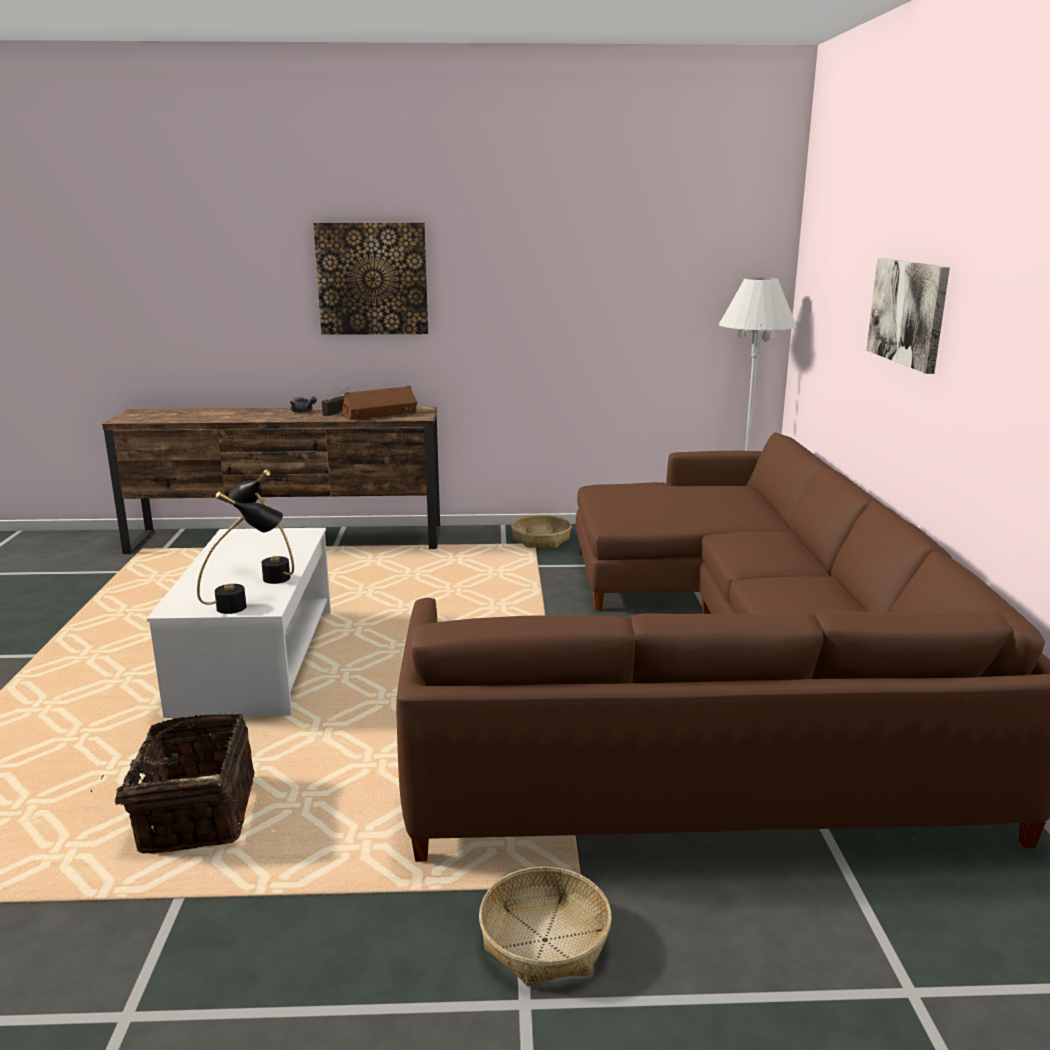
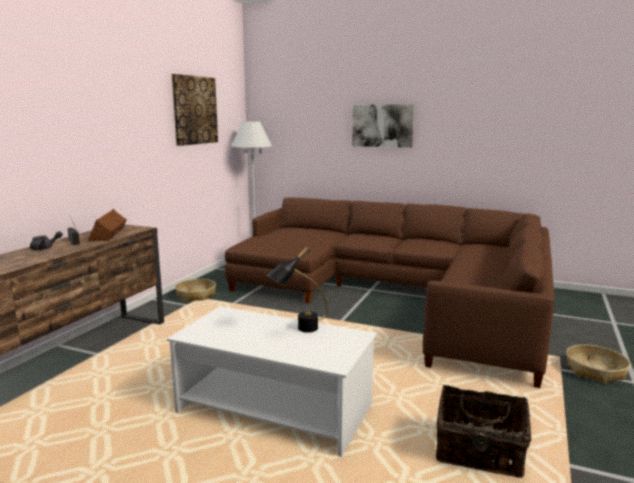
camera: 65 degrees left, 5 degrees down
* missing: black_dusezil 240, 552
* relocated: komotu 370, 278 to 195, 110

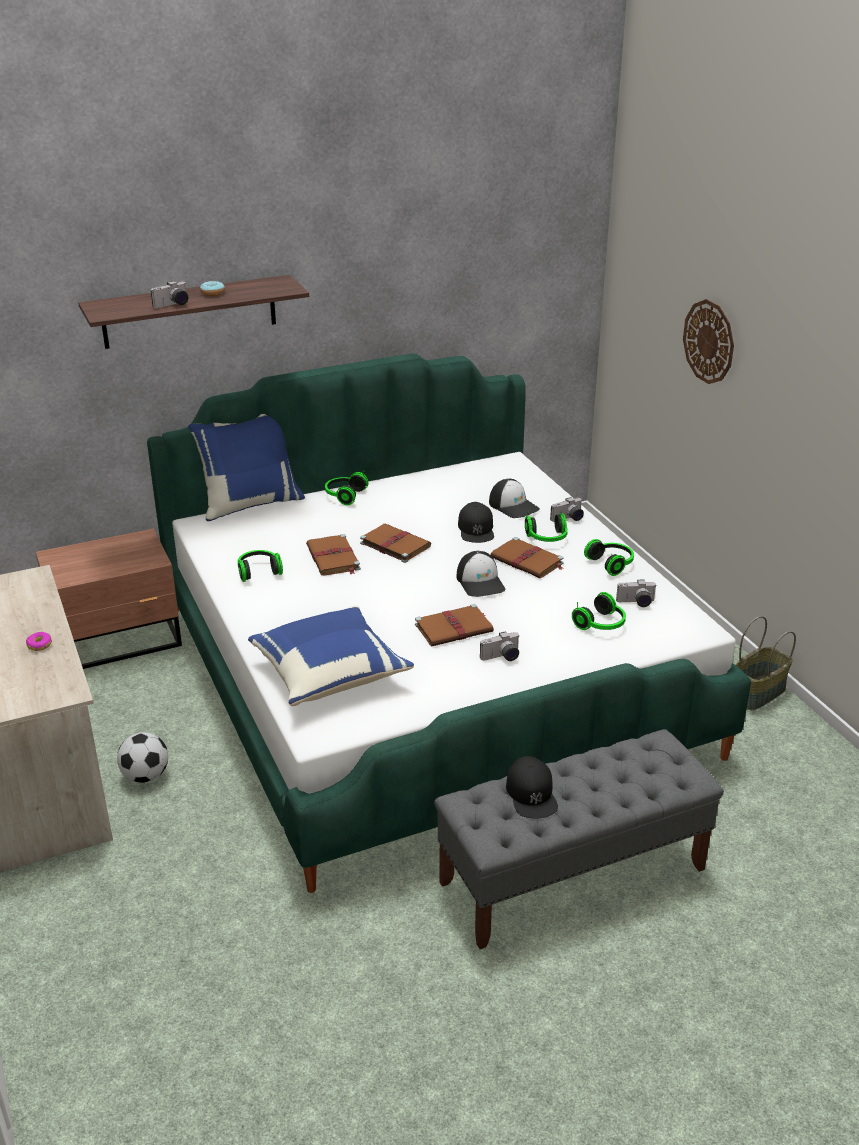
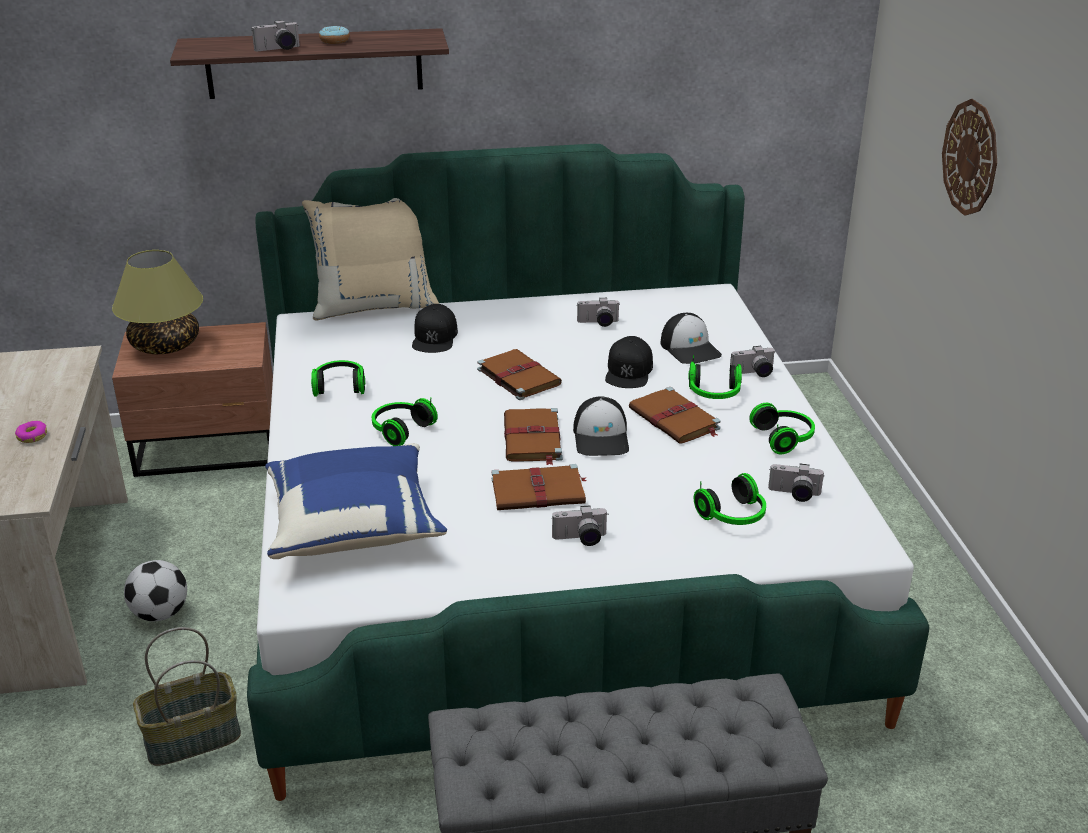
camera: 15 degrees right, 0 degrees up
* colour: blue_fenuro 246, 467 to beige_fenuro 370, 259
* relocated: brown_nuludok 333, 554 to 533, 436
* relocated: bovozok 347, 488 to 405, 422
* relocated: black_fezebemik 532, 787 to 435, 328
* relocated: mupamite 766, 663 to 187, 696
* appeared: dusezil 157, 302
* appeared: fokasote 598, 312

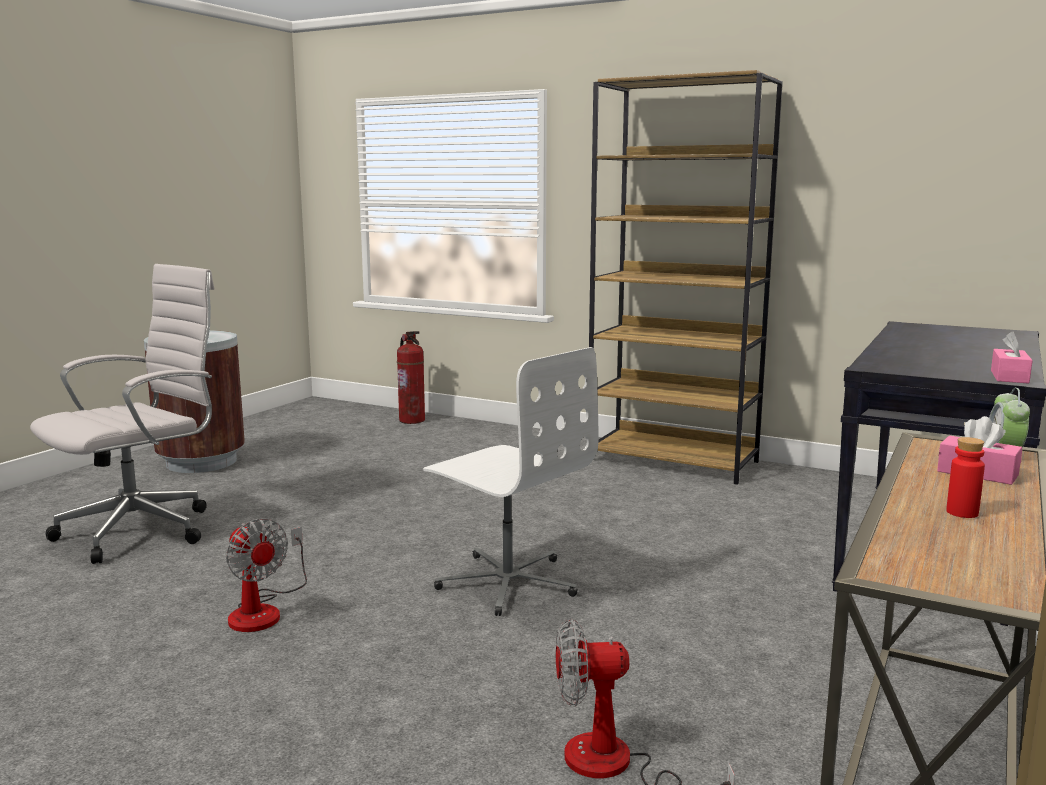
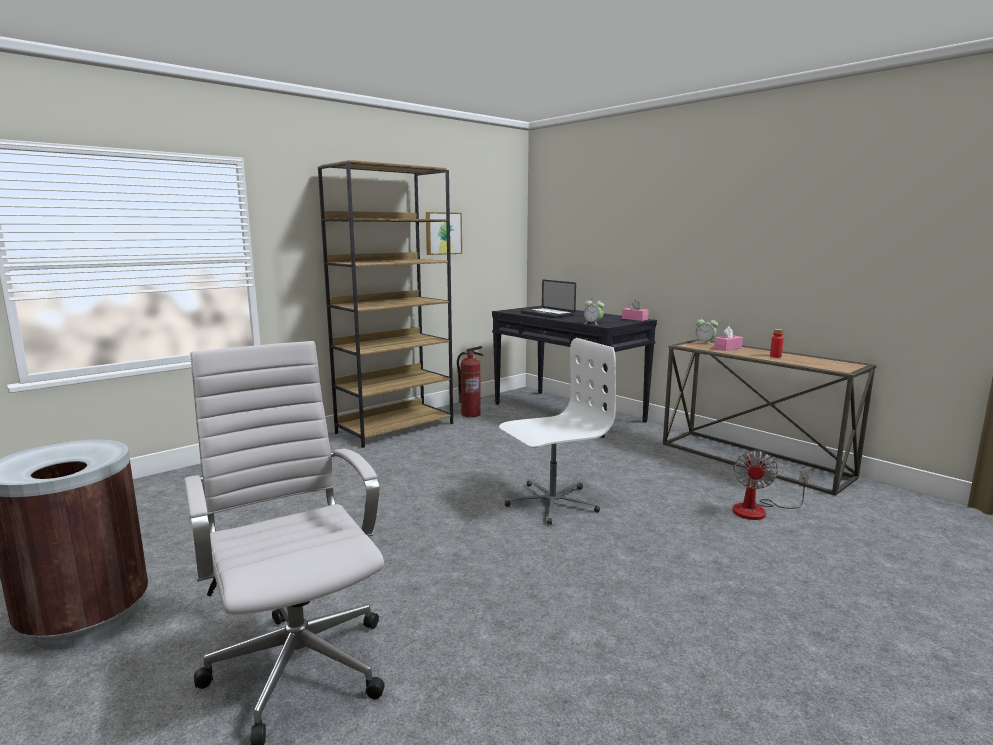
camera: 70 degrees left, 0 degrees up
* missing: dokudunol 266, 575
* relocated: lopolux 411, 377 to 470, 381
* appeared: komotu 444, 233
* appeared: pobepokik 548, 298
* appeared: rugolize 593, 311

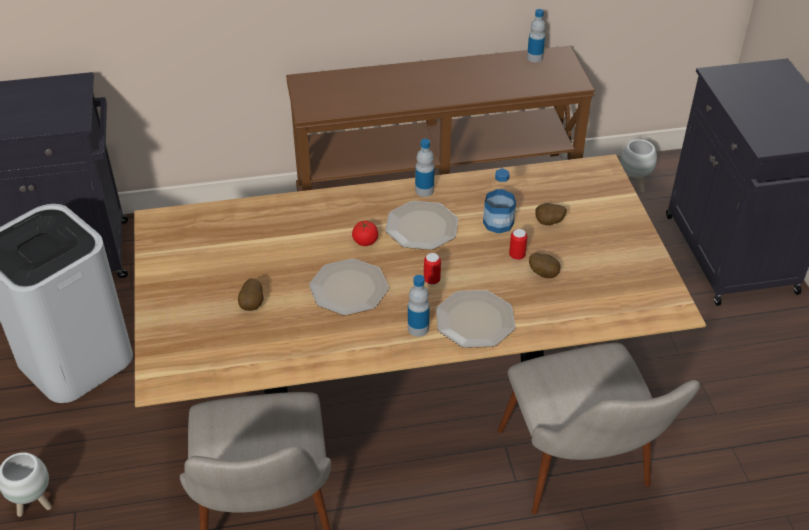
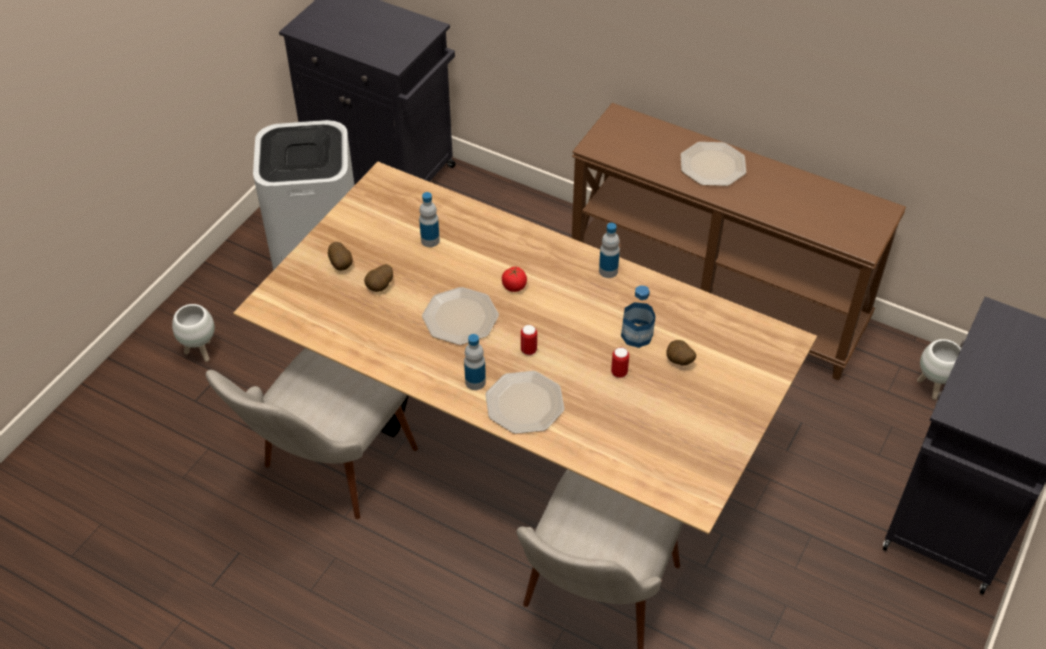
camera: 40 degrees right, 5 degrees up
* relocated: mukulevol 421, 225 to 713, 164
* relocated: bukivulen 536, 35 to 429, 219
* relocated: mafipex 545, 265 to 340, 256

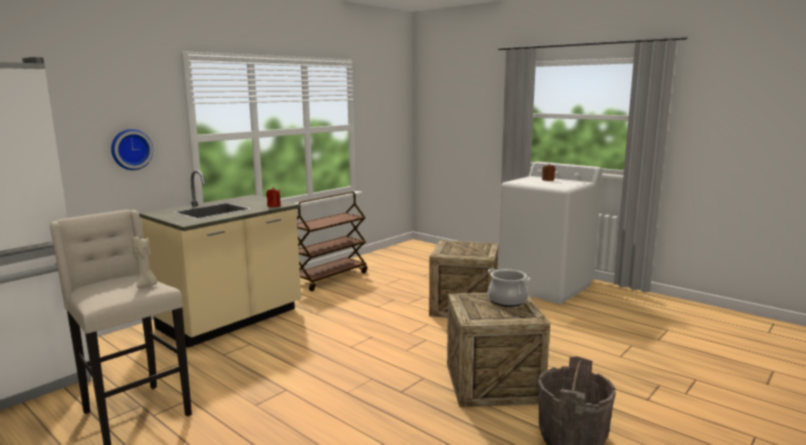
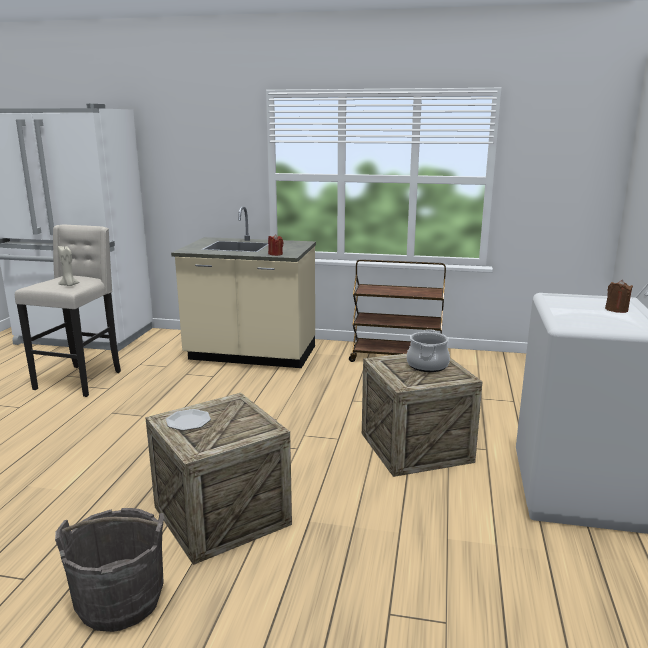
camera: 60 degrees right, 5 degrees up
* missing: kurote 132, 149
* relocated: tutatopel 509, 288 to 428, 350
* appeared: mukulevol 188, 420

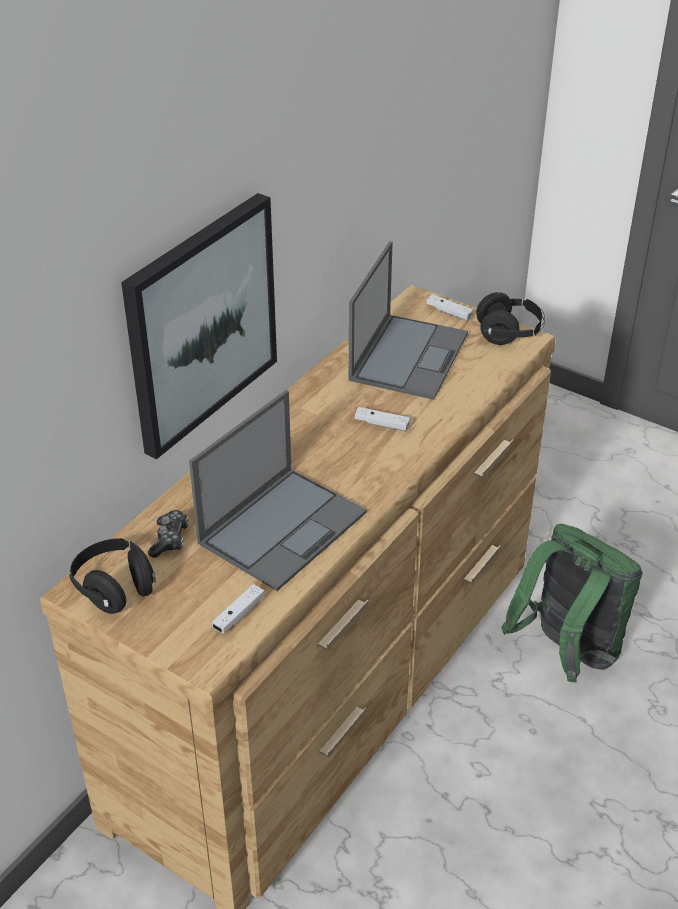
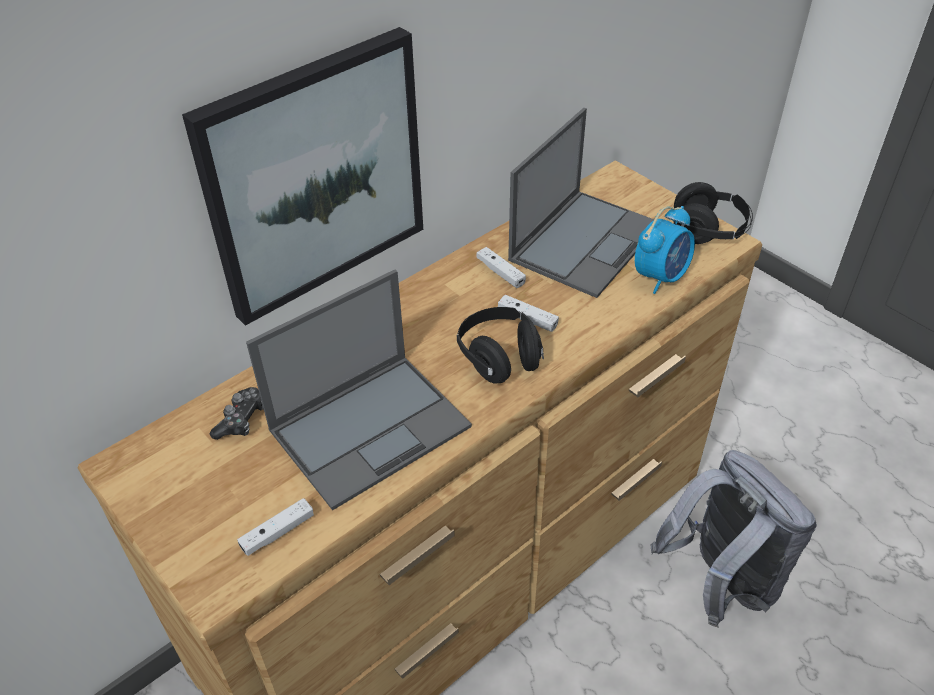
camera: 15 degrees right, 5 degrees up
* relocated: black_bovozok 112, 576 to 500, 345
* relocated: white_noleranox 450, 307 to 501, 267
* colour: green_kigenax 572, 603 to grey_kigenax 733, 538
* appeared: rugolize 665, 250

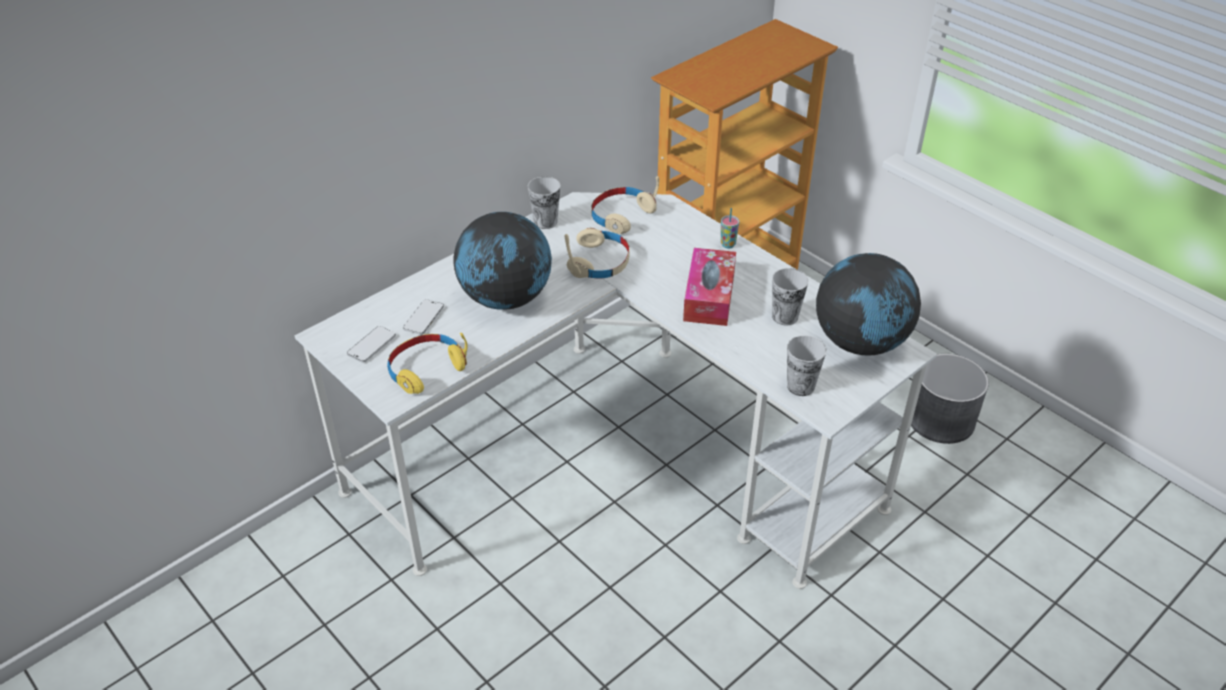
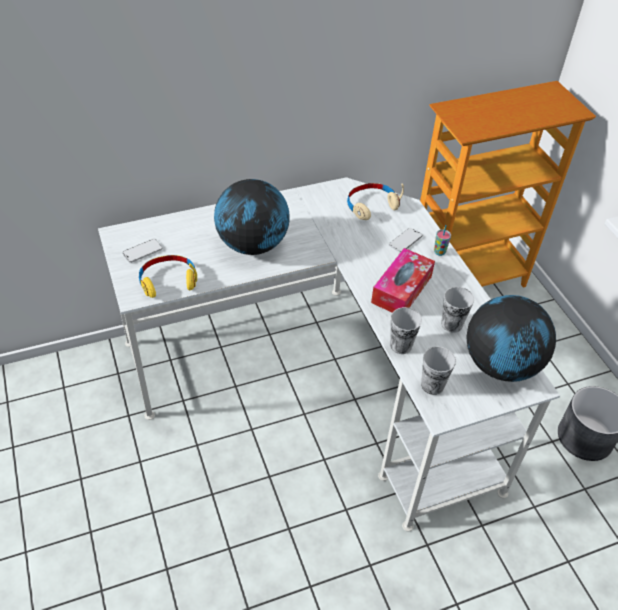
camera: 20 degrees right, 5 degrees up
* relocated: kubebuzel 423, 317 to 405, 240
* relocated: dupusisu 544, 203 to 406, 330
* missing: beige_bovozok 597, 252

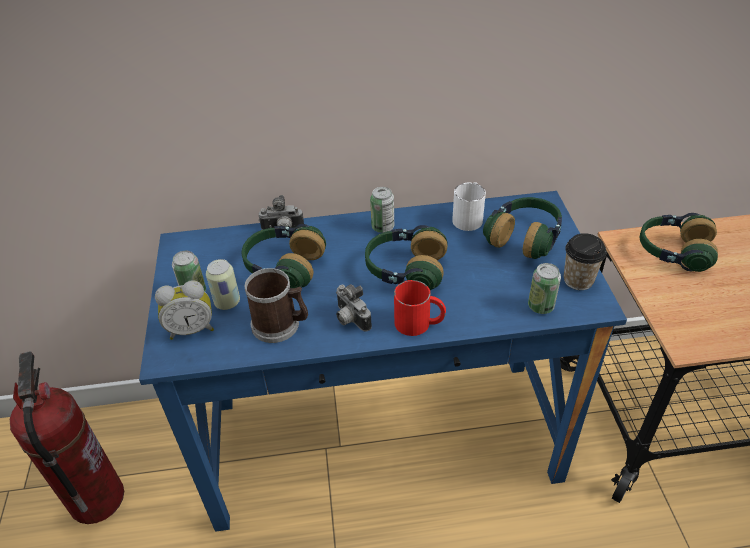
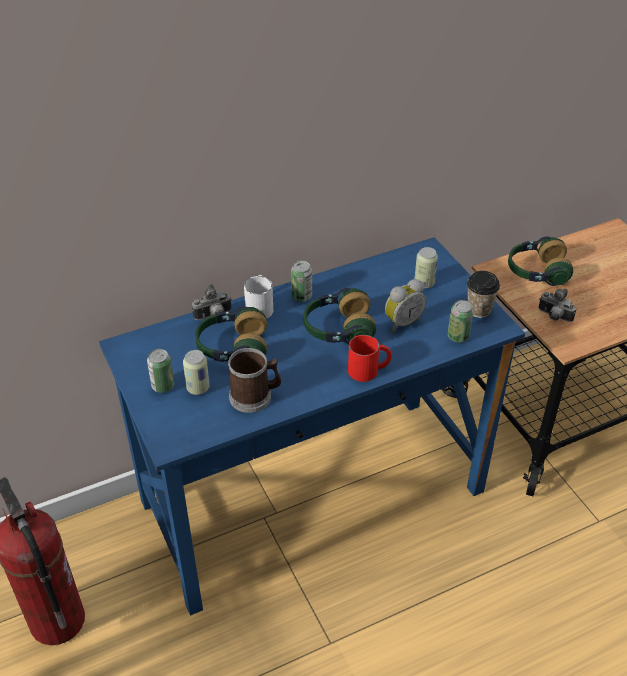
camera: 20 degrees left, 0 degrees up
* relocated: rugolize 184, 310 to 405, 305
* relocated: fokasote 354, 307 to 557, 305
* relocated: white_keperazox 469, 206 to 258, 297
* exchanged: bovozok 522, 228 to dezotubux 426, 267

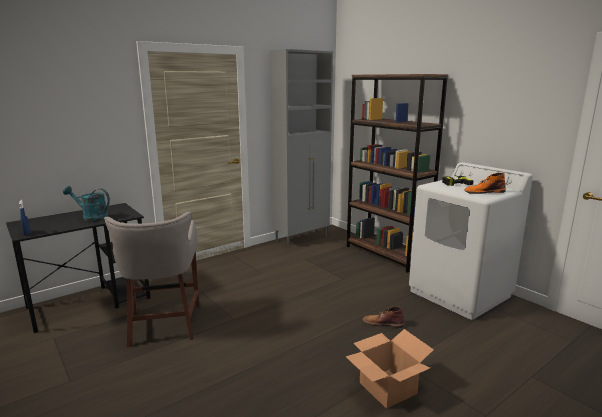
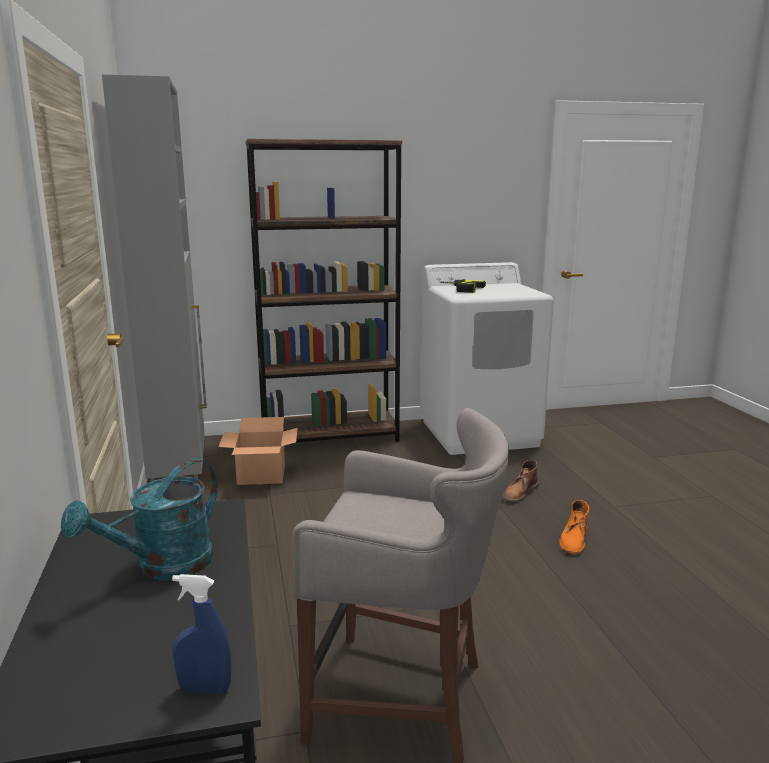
camera: 65 degrees left, 0 degrees up
* relocated: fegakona 390, 369 to 258, 451
* relocated: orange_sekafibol 485, 183 to 574, 527

